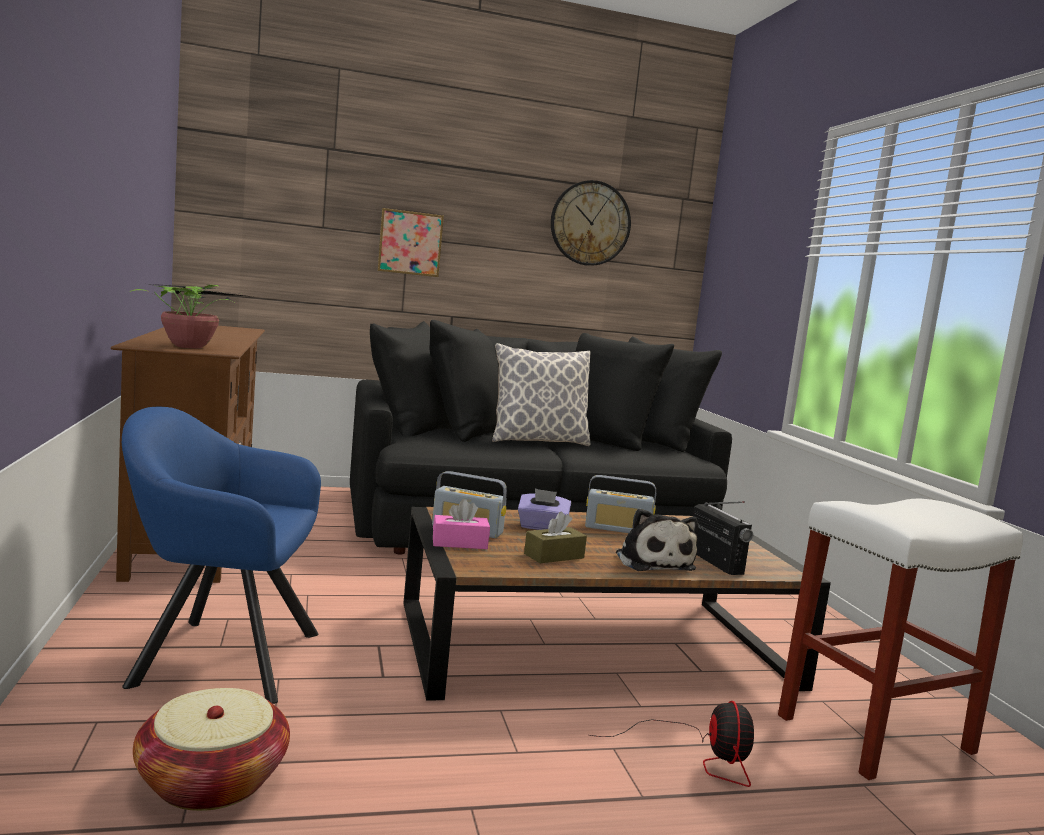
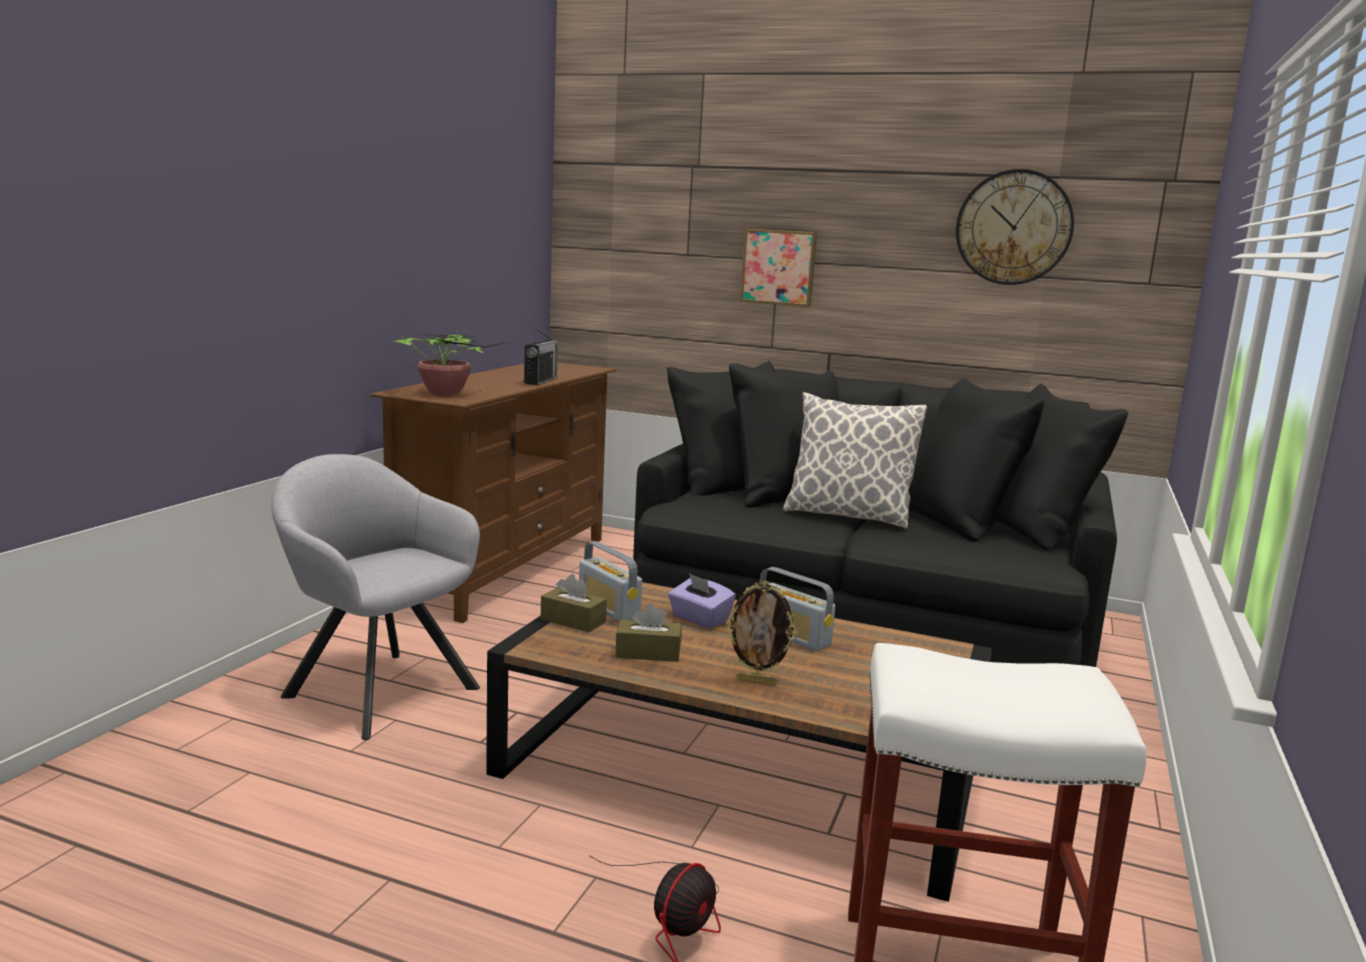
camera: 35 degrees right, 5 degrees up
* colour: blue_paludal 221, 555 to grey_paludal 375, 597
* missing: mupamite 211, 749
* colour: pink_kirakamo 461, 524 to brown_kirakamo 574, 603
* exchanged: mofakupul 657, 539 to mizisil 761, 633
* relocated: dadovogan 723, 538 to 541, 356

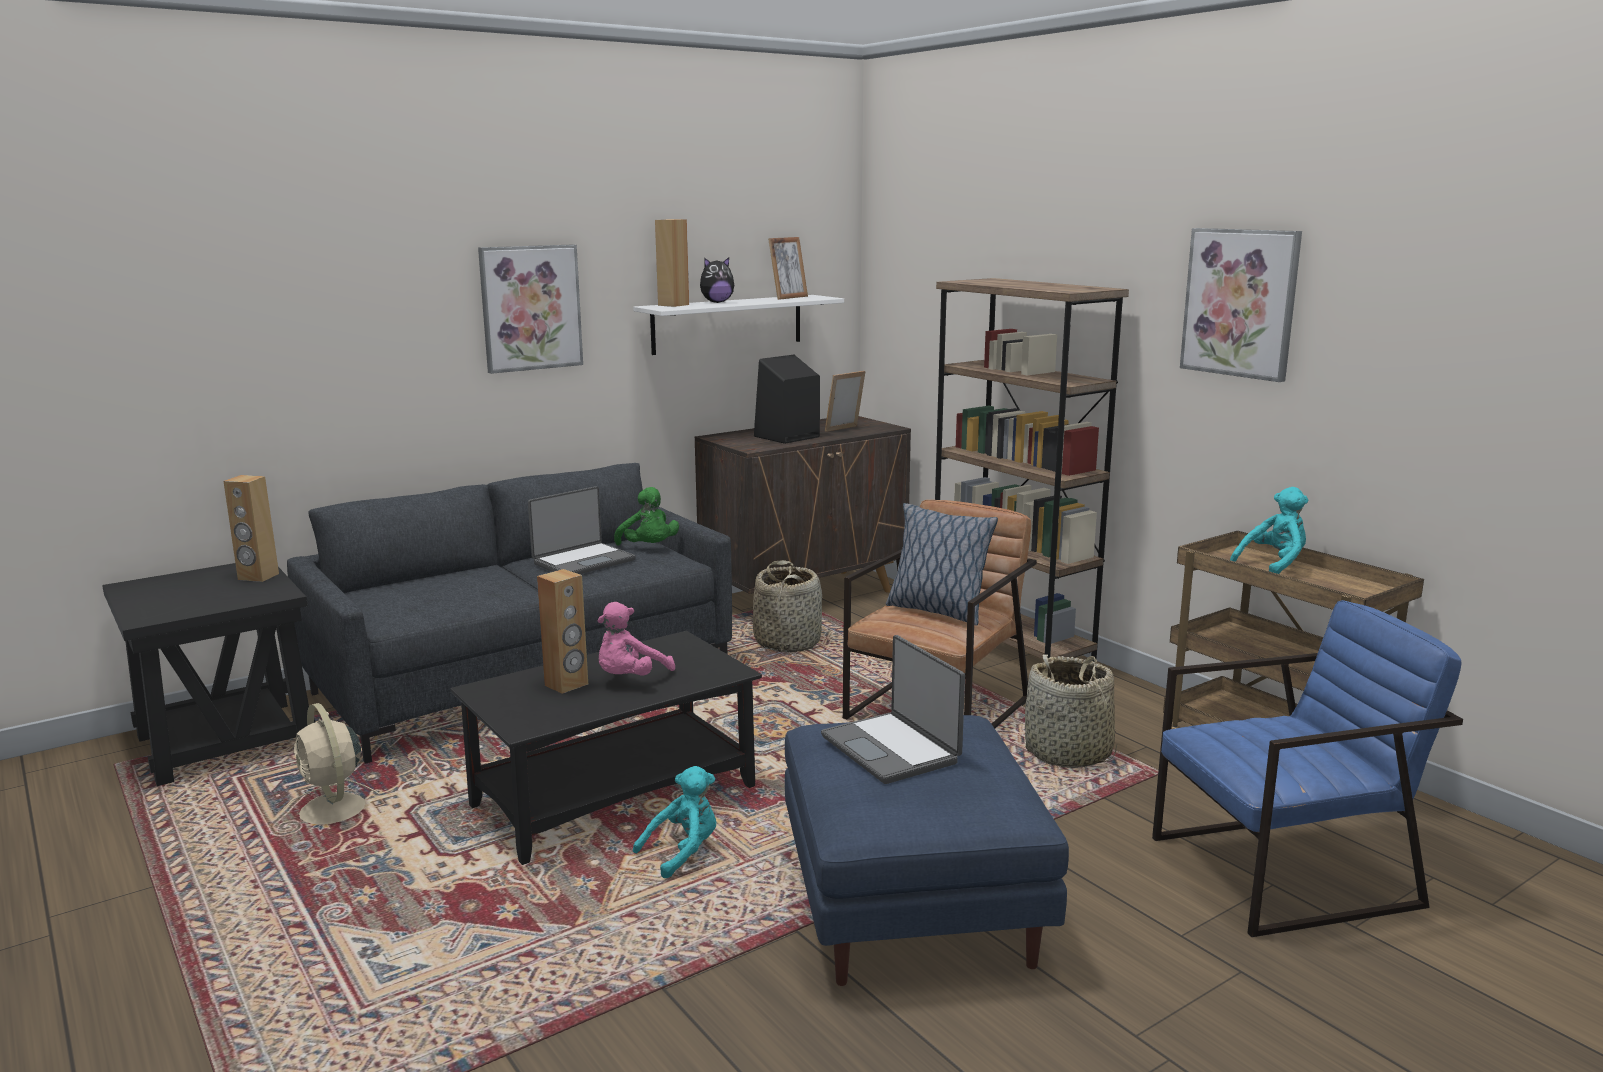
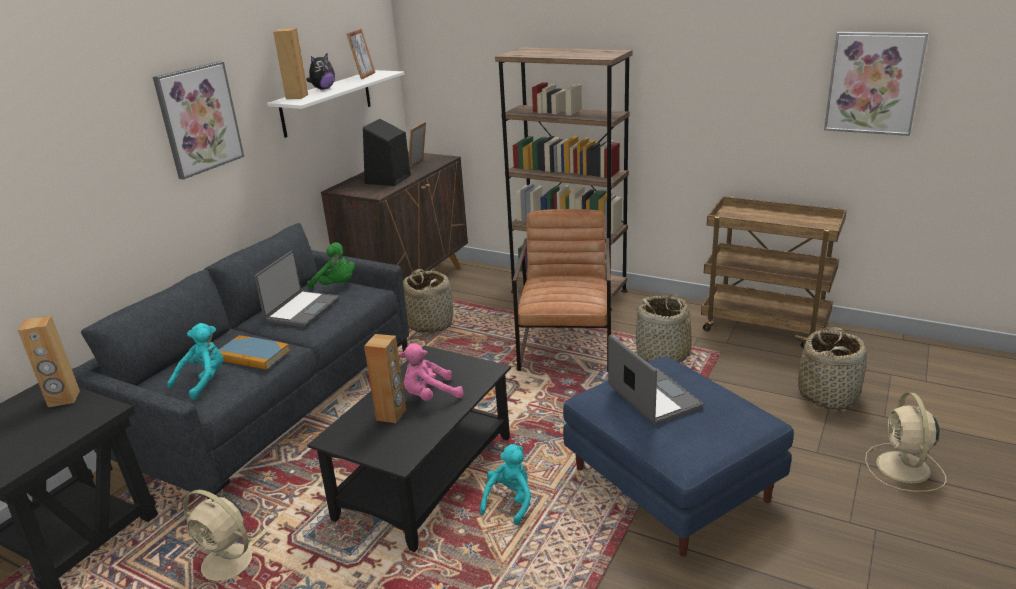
camera: 25 degrees left, 10 degrees up
* spun: pink_mofakupul 636, 639 = 432, 372 60 degrees clockwise
* spun: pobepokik 893, 709 = 655, 380 150 degrees counterclockwise
* missing: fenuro 942, 564
* exchanged: blue_paludal 1307, 768 to mupamite 832, 368
* relocated: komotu 1241, 305 to 876, 84
* relocated: turquoise_mofakupul 1269, 530 to 195, 361
* appeared: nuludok 254, 352
* appeared: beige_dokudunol 905, 442

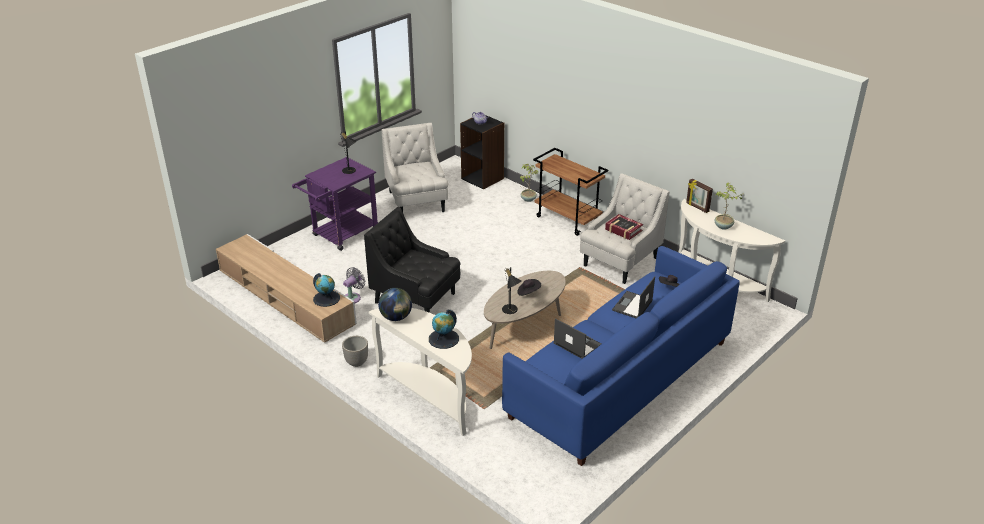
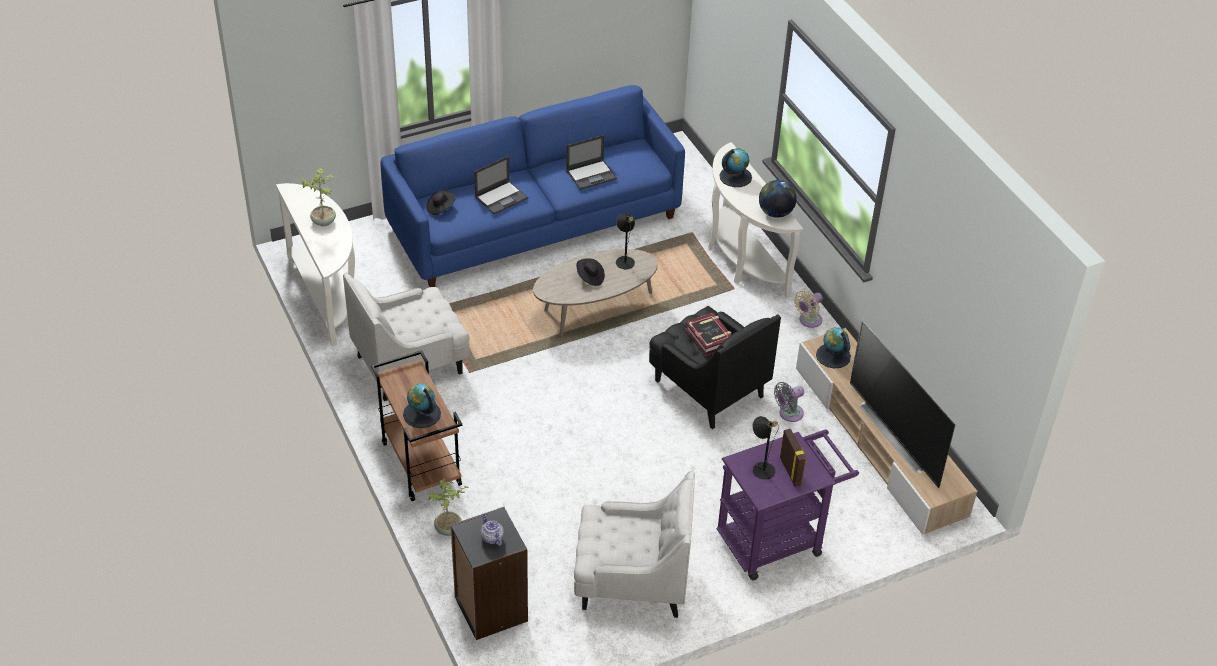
camera: 160 degrees left, 10 degrees up
* exchanged: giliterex 355, 351 to beige_dokudunol 808, 309
* spun: white_paludal 414, 167 = 634, 544 90 degrees counterclockwise
* spun: pobepokik 577, 338 = 591, 162 90 degrees counterclockwise
* relocated: nuludok 624, 227 to 708, 334
* relocated: mizisil 699, 196 to 793, 458
* appeared: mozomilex 422, 405
* appeared: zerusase 902, 404

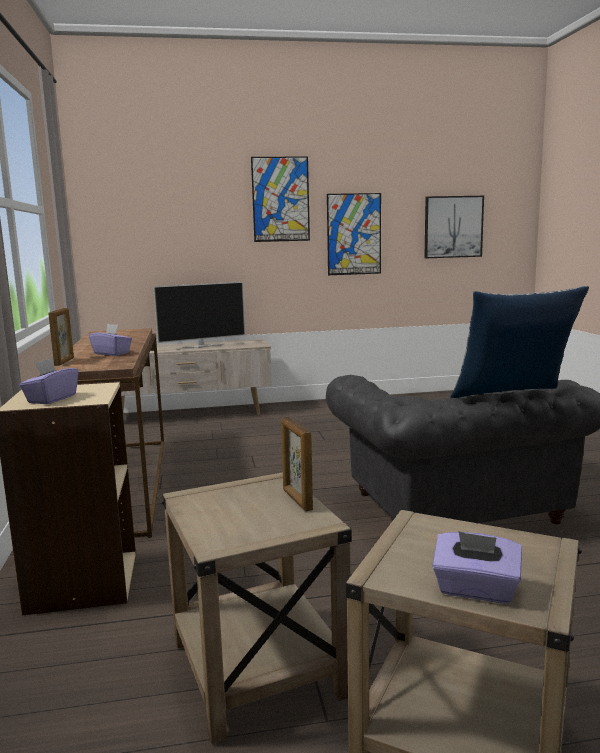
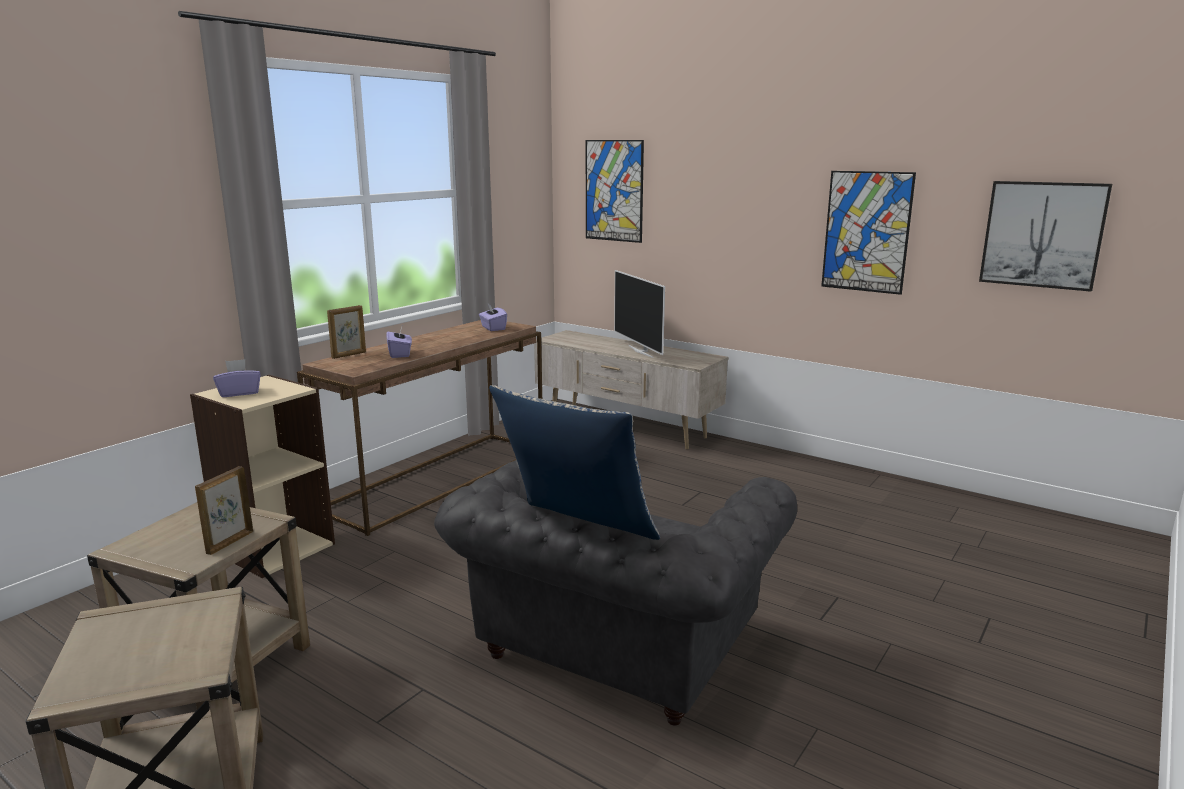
camera: 45 degrees right, 5 degrees up
* spun: zerusase 199, 315 = 639, 314 45 degrees clockwise
* relocated: komotu 280, 199 to 615, 191
* relocated: purple_kirakamo 477, 567 to 493, 317

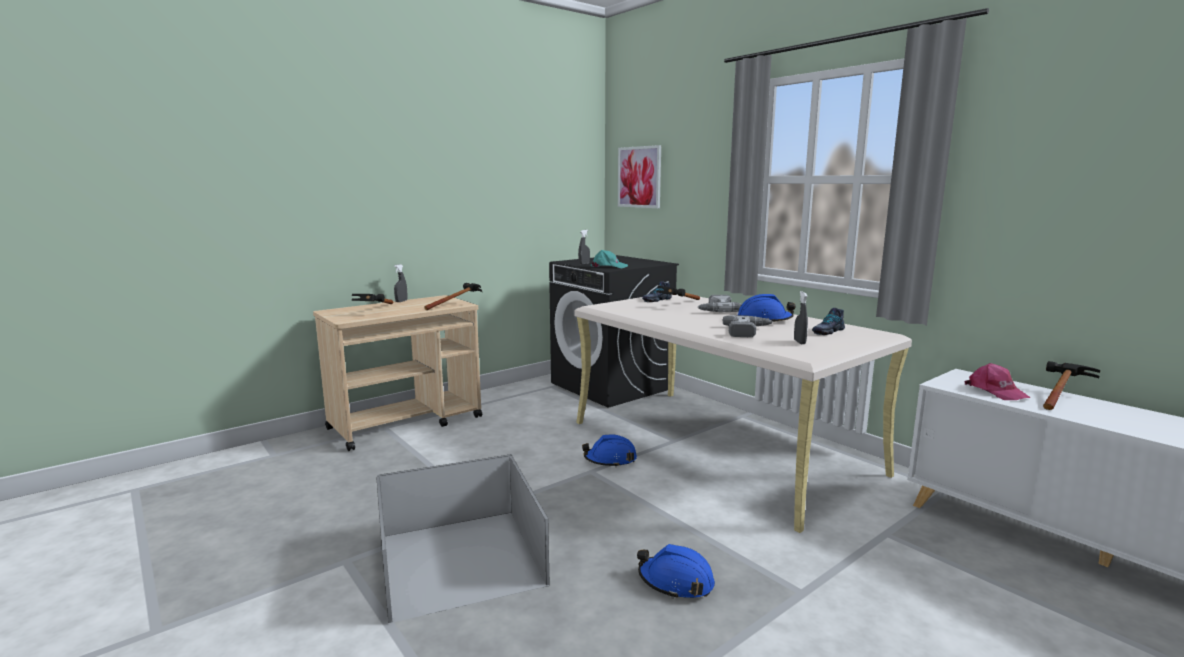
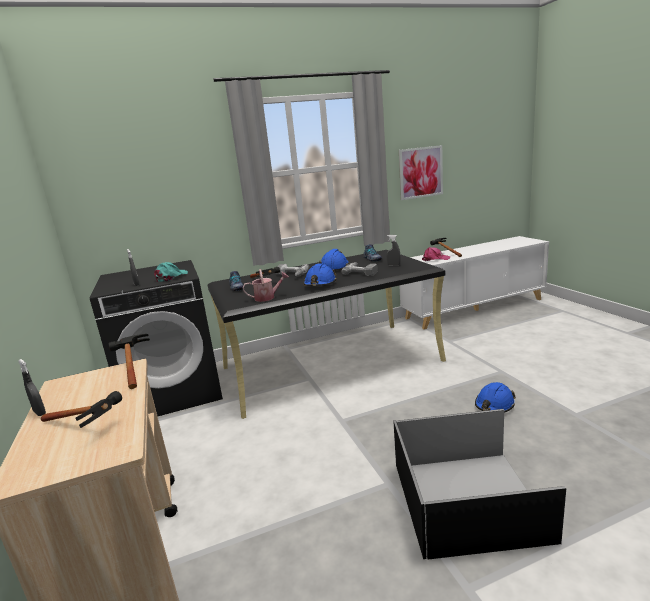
camera: 70 degrees left, 5 degrees up
* colour: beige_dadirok 743, 414 to black_dadirok 327, 334
* relocated: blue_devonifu 609, 451 to 320, 274
* relocated: komotu 639, 176 to 421, 172
* appeared: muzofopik 266, 285

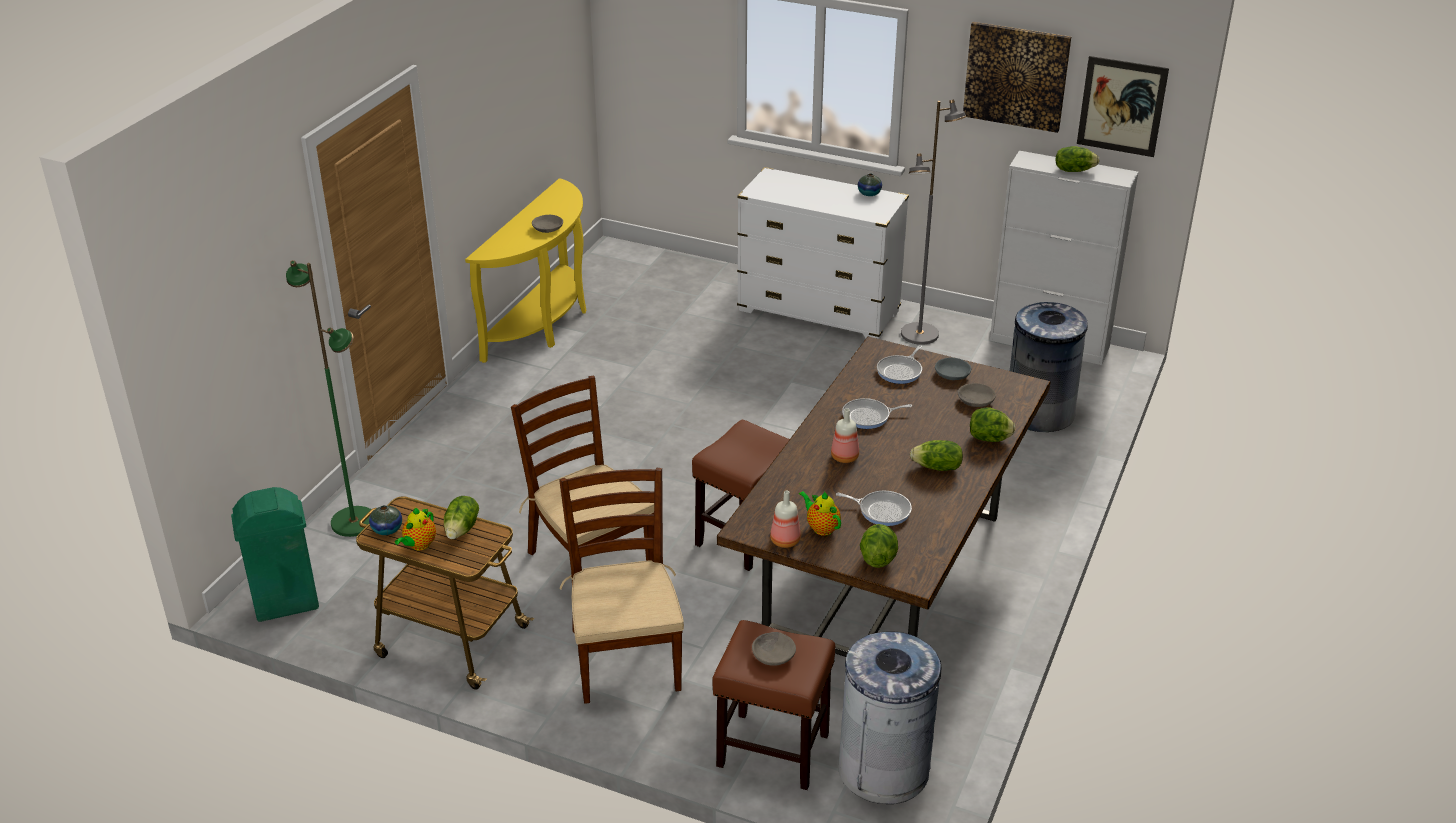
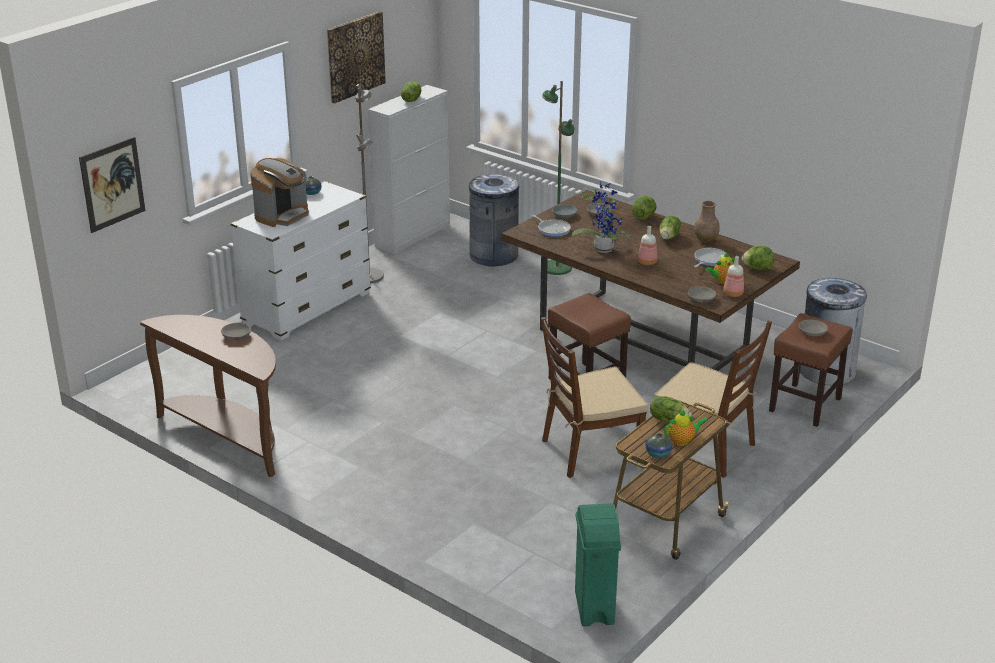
camera: 75 degrees left, 5 degrees down
* relocated: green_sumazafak 328, 398 to 558, 178
* spun: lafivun 415, 529 = 686, 428 60 degrees counterclockwise
* colour: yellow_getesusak 525, 270 to brown_getesusak 208, 396
* spun: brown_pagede 621, 586 = 713, 399 150 degrees counterclockwise
* exchanged: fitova 877, 413 to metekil 602, 217
* relocated: komotu 1123, 106 to 112, 185
* appeared: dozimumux 279, 192
* appeared: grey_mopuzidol 702, 294
* appeared: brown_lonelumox 707, 221

